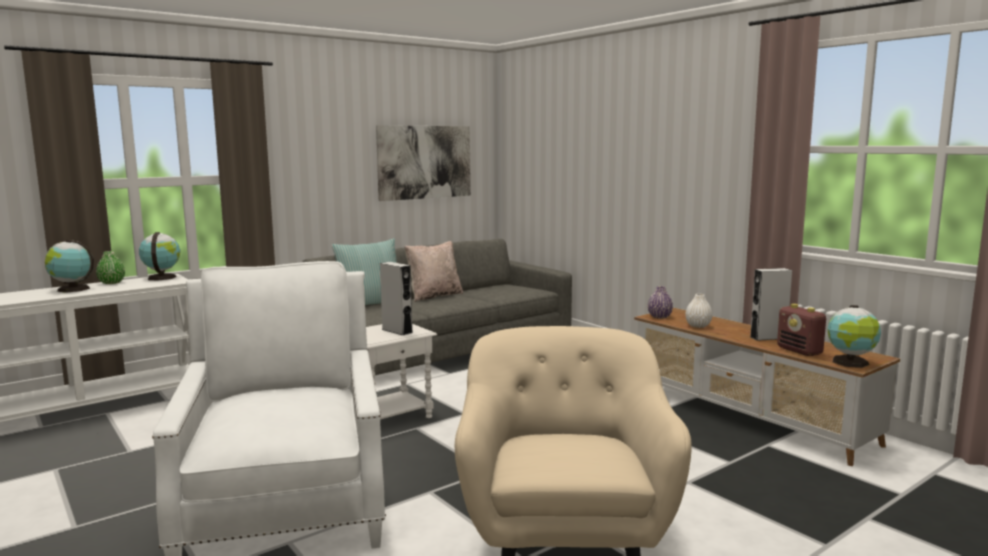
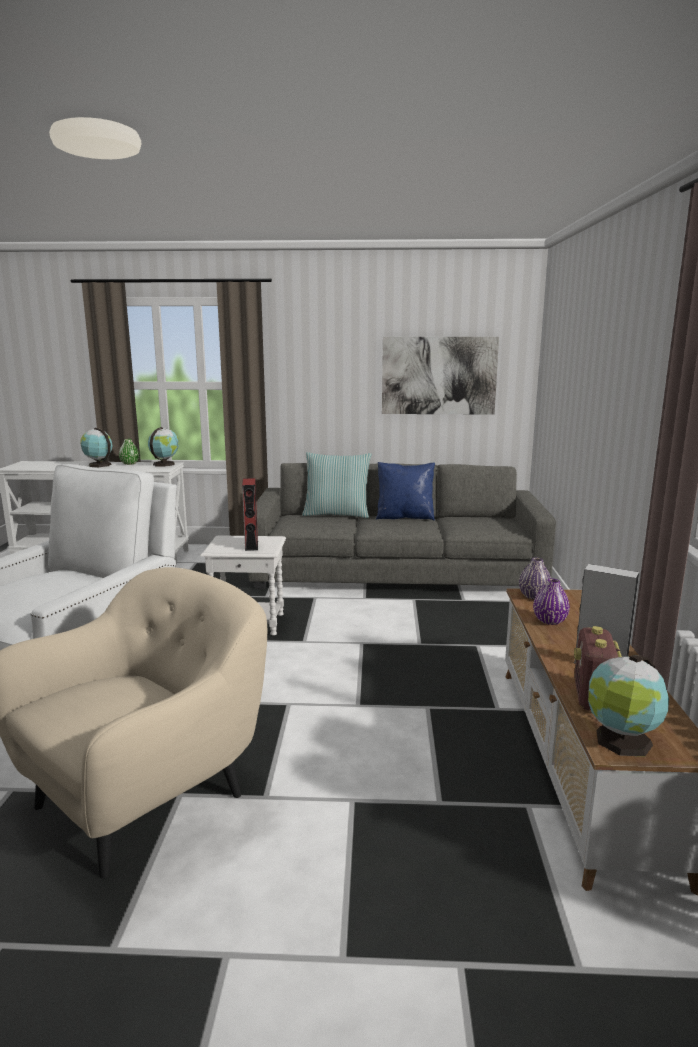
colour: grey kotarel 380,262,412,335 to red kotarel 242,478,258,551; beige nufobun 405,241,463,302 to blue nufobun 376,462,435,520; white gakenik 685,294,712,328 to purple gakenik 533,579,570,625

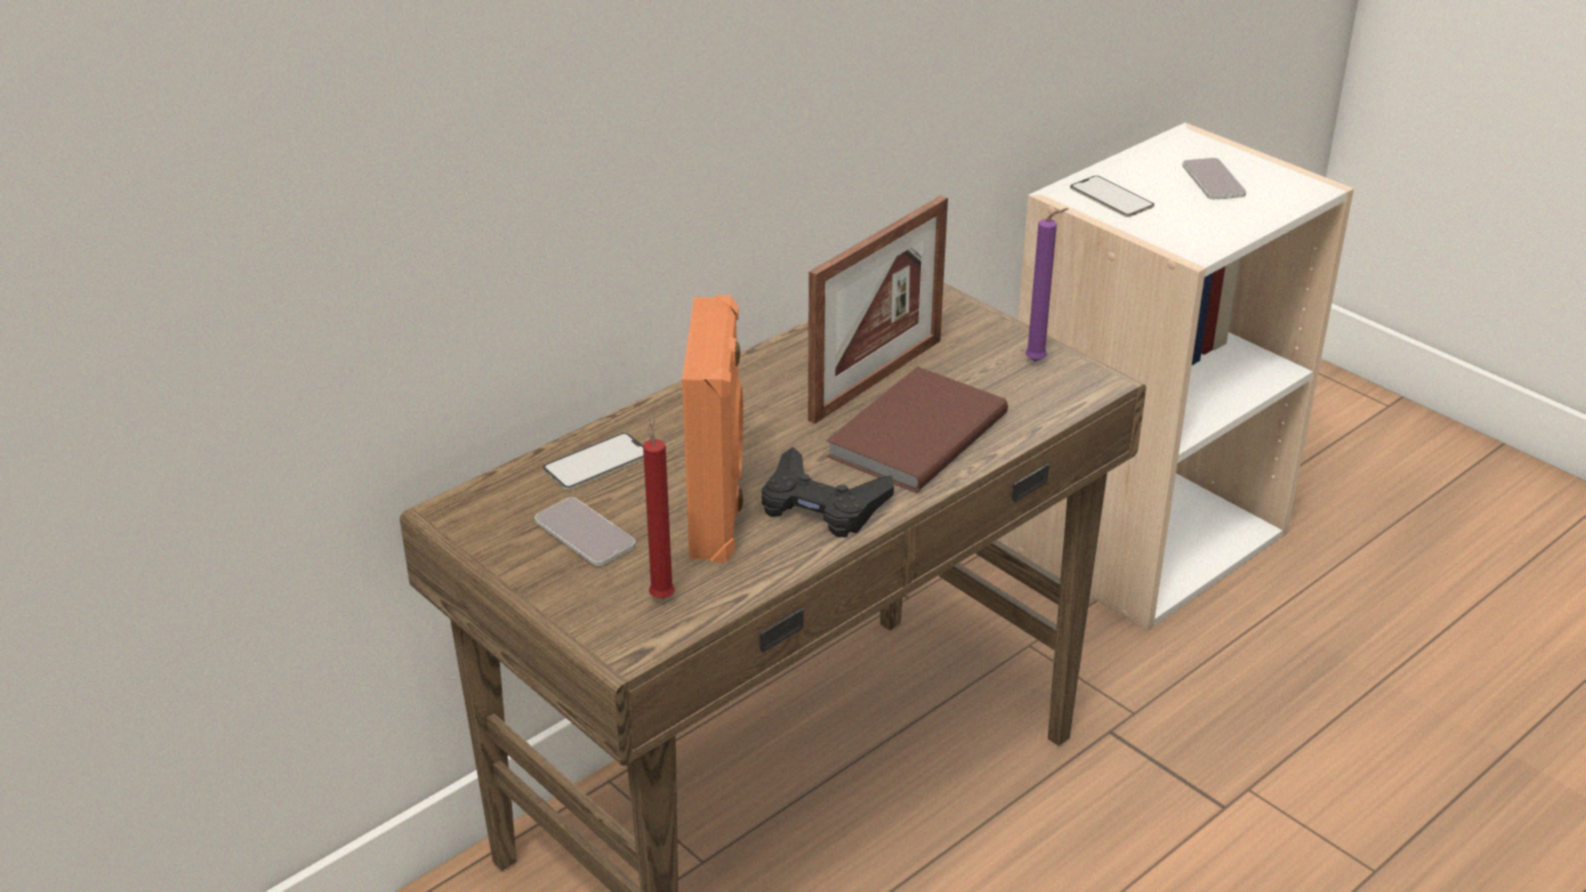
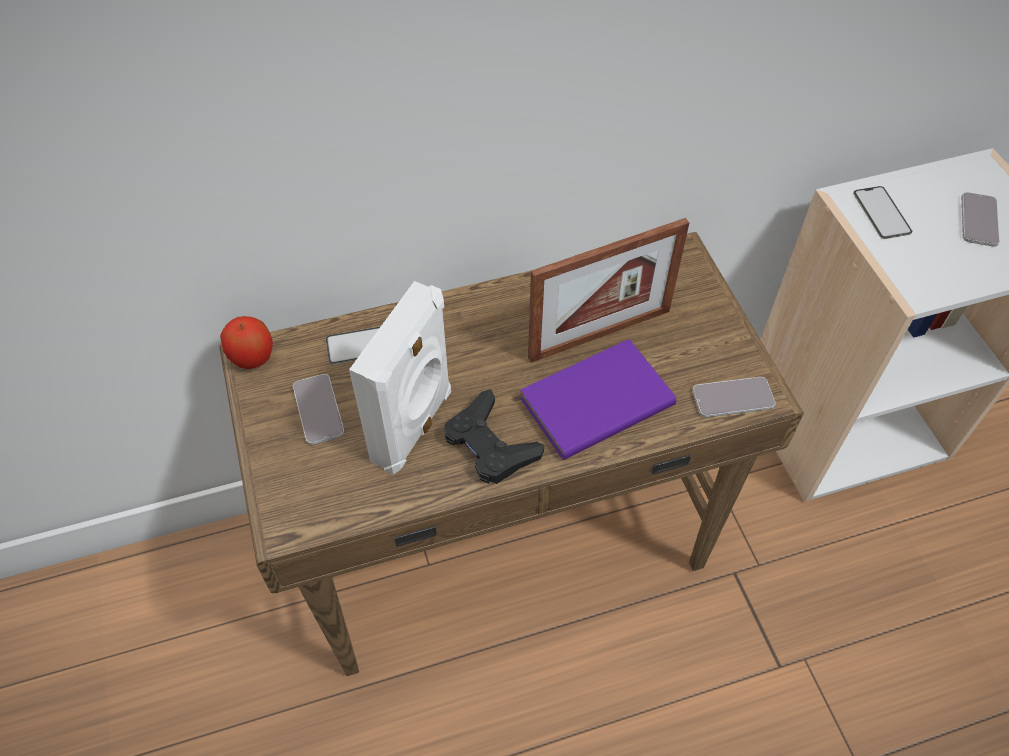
missing: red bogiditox 643,414,675,599; purple bogiditox 1025,208,1068,362
appeared: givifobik 220,316,273,369; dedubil 693,377,775,417
colour: orange kotarel 682,295,743,562 to white kotarel 349,281,451,475; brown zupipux 826,366,1008,493 to purple zupipux 520,339,676,460

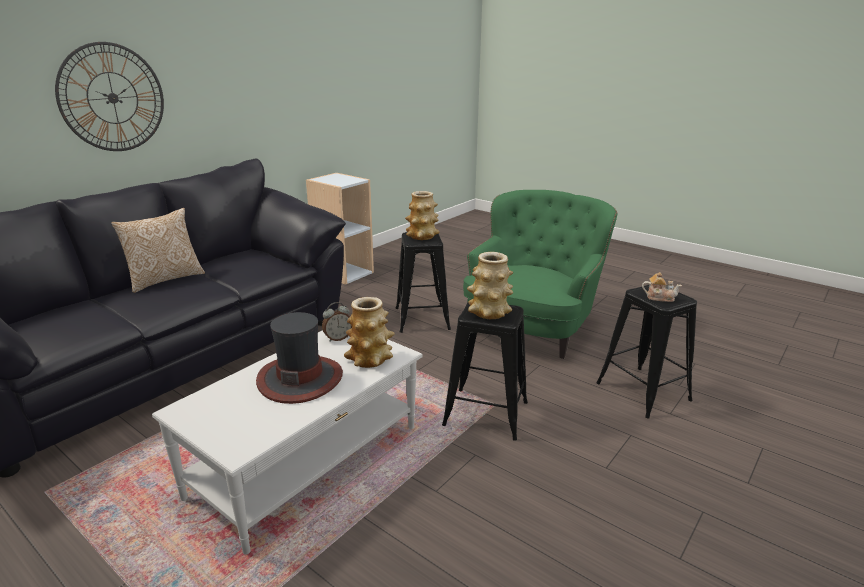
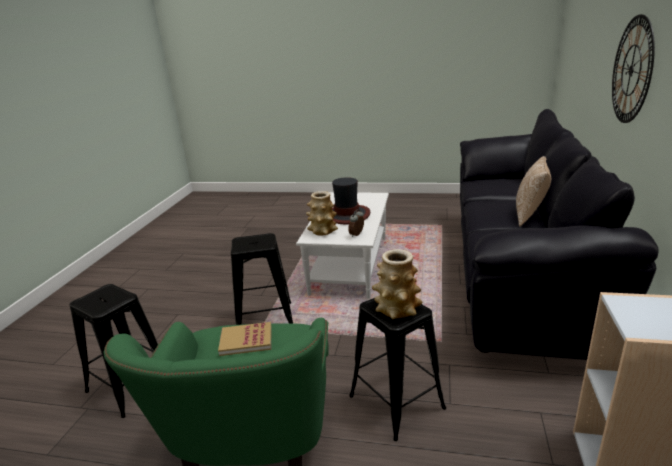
missing: gakenik 467,252,513,319; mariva 642,272,682,302
appeared: zupipux 218,322,272,356

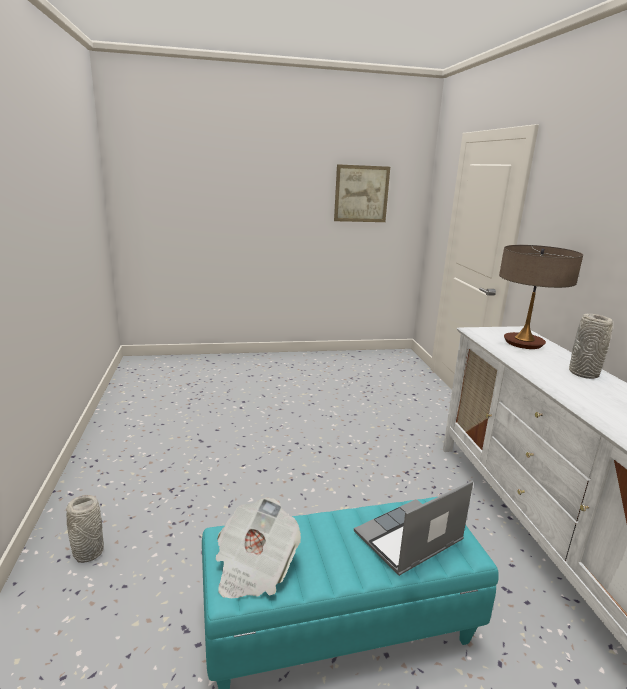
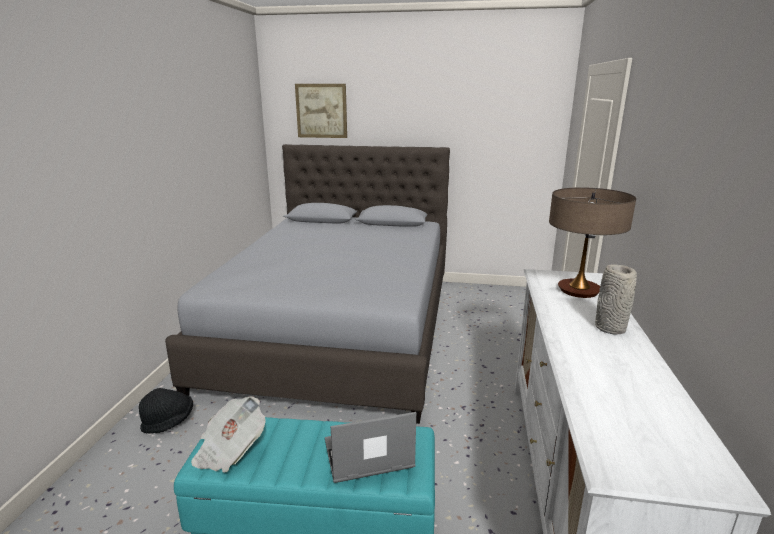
appeared: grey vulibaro 165,144,450,424
relocated: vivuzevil 334,164,390,222 to 295,84,347,138
exchanged: grey gakenik 66,495,104,563 to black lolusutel 139,388,193,434

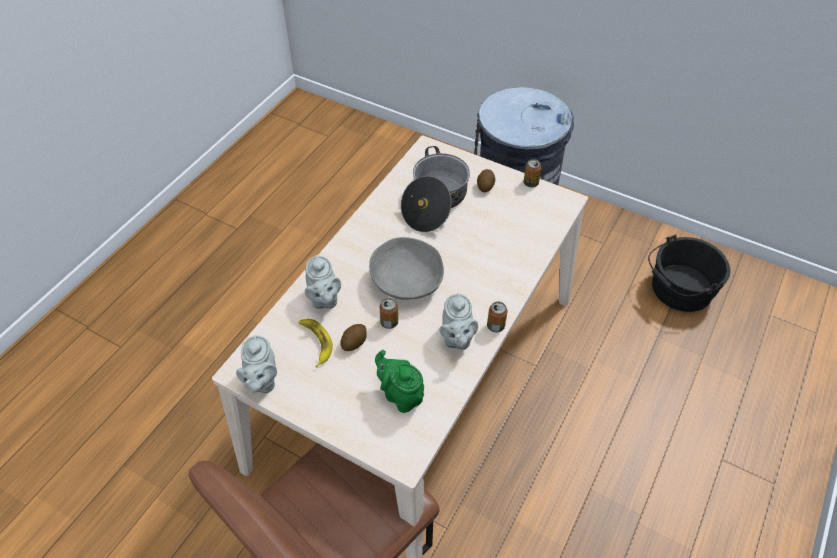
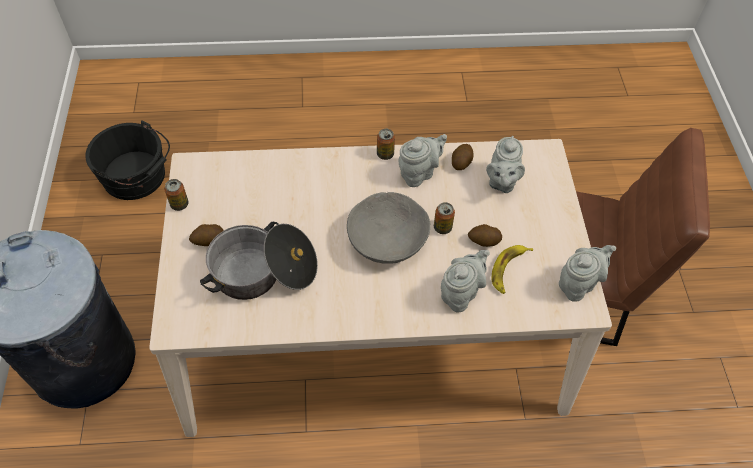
appeared: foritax 452,144,474,170
colour: green mariva 375,350,424,413 to grey mariva 486,136,525,193

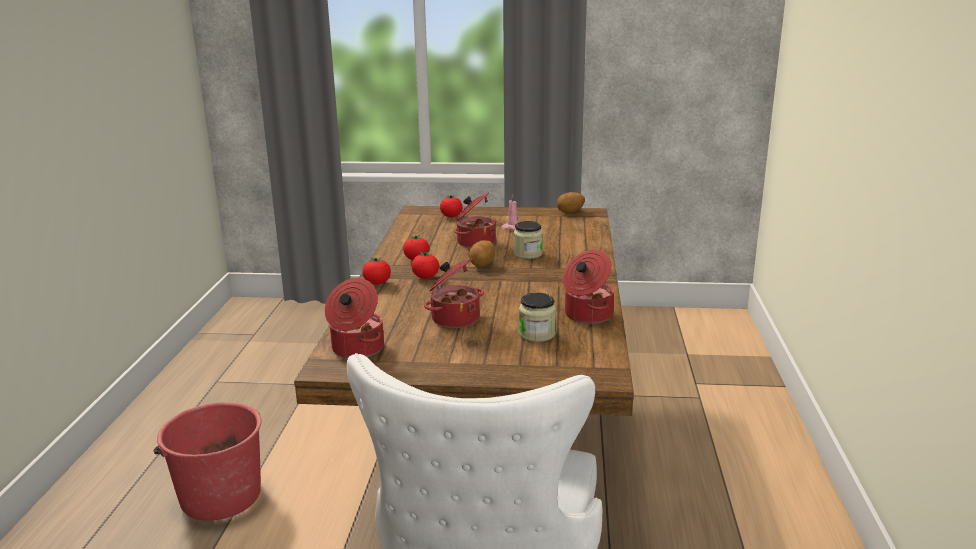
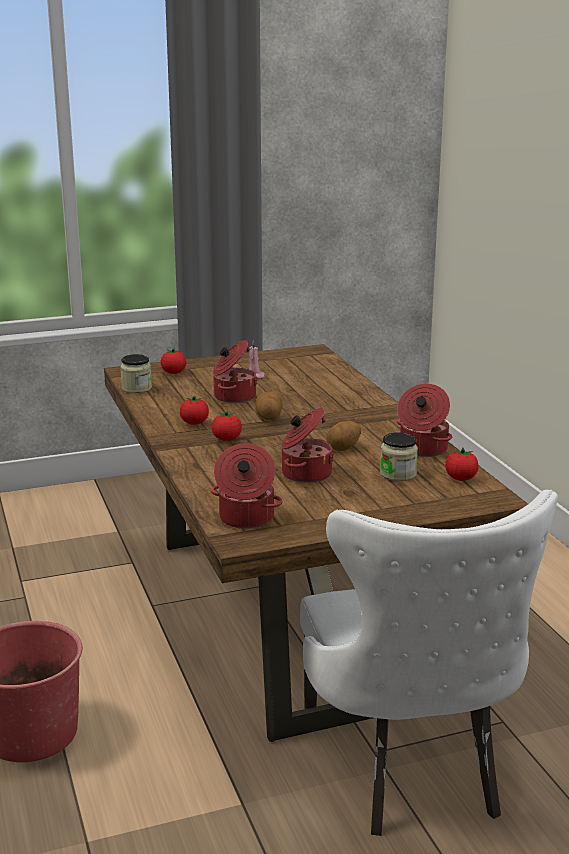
relocated: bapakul 513,221,543,259 to 120,354,152,393; foritax 557,192,585,213 to 326,421,361,451; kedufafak 362,257,391,285 to 445,448,479,481

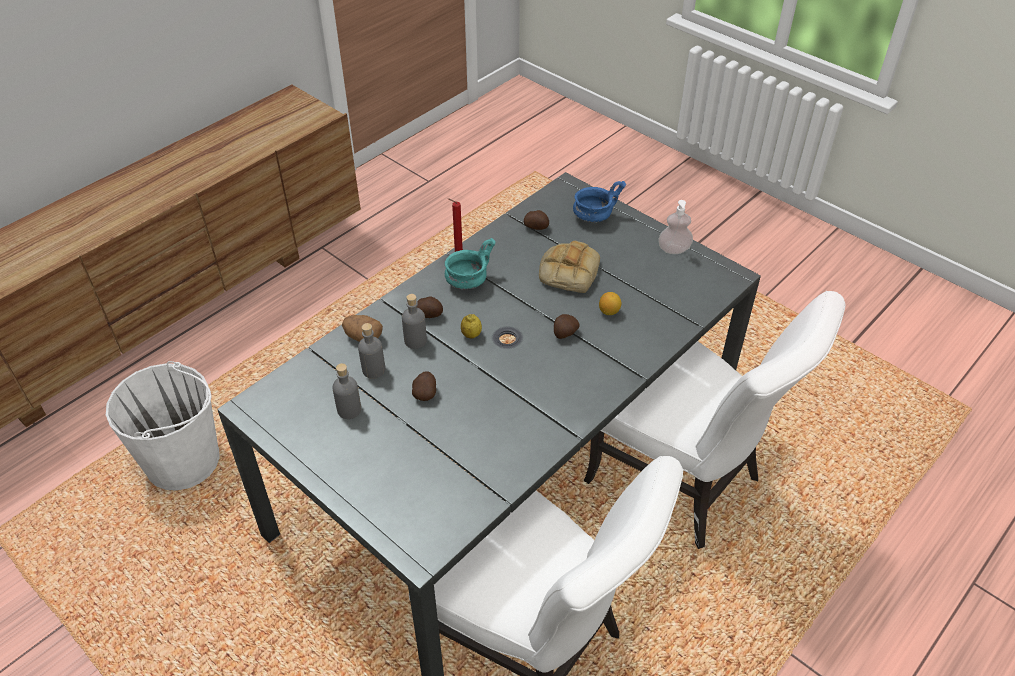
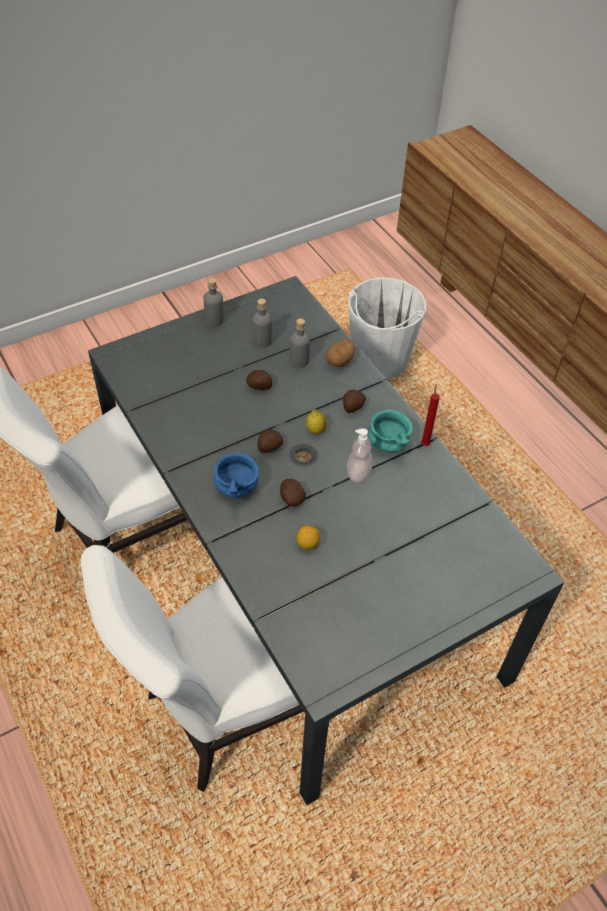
missing: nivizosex 539,241,600,293
relocated: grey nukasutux 402,294,427,349 to 203,278,224,326; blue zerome 573,181,626,223 to 214,453,259,498; foritax 524,210,549,230 to 257,429,283,453; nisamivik 658,200,693,254 to 347,429,373,483

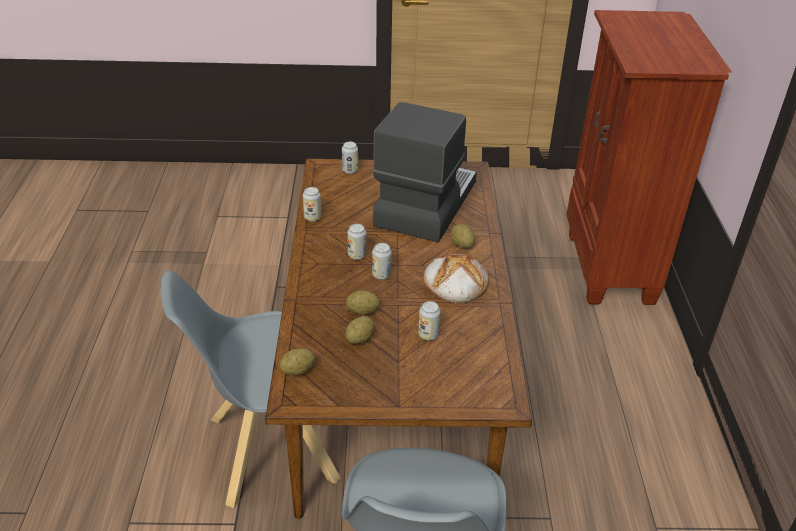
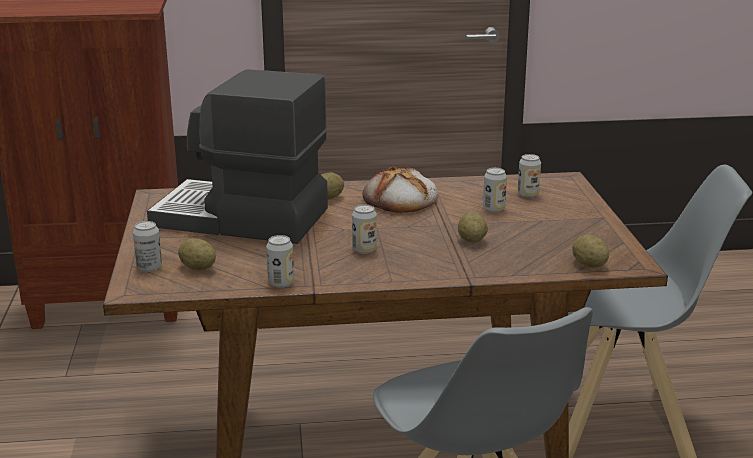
relocated: foritax 345,316,374,344 to 178,238,216,271; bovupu 372,243,392,280 to 518,154,541,197

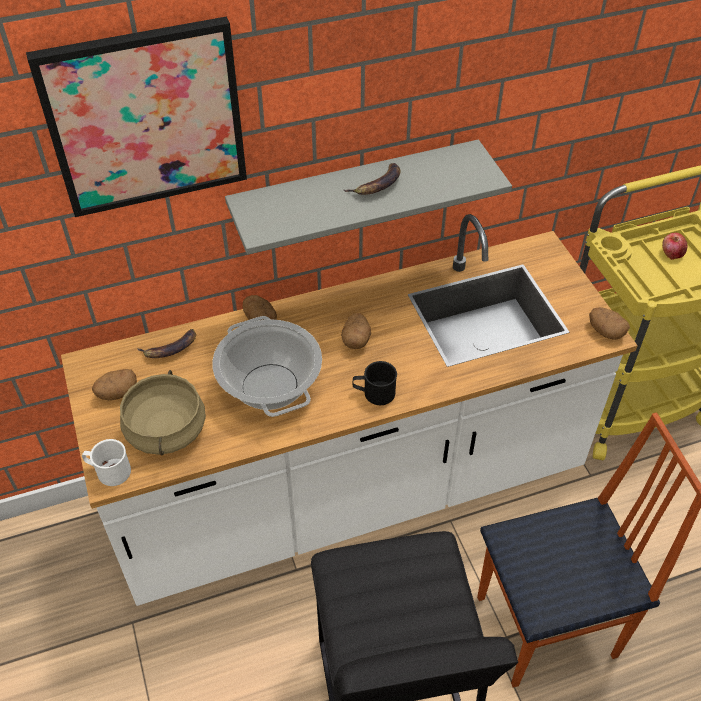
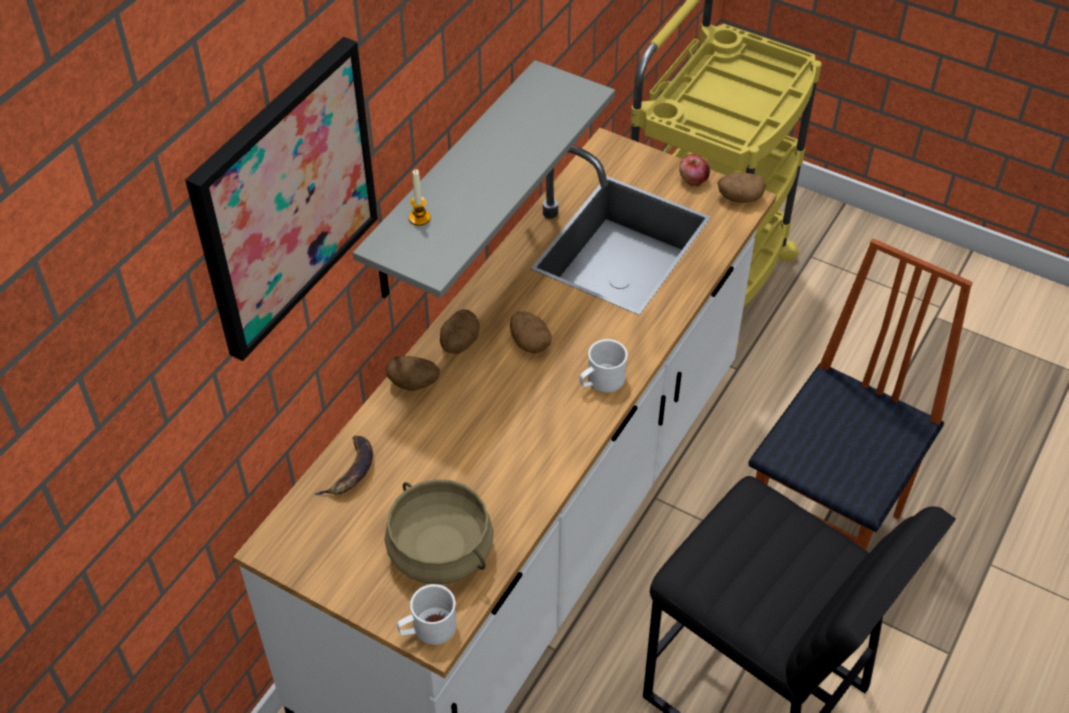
missing: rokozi 212,316,322,417; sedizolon 344,163,401,195
appeared: bogiditox 409,169,431,226
relocated: foritax 92,369,137,400 to 440,309,480,354; givifobik 662,233,688,260 to 679,154,710,187
colour: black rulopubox 353,361,397,405 to white rulopubox 580,339,628,393

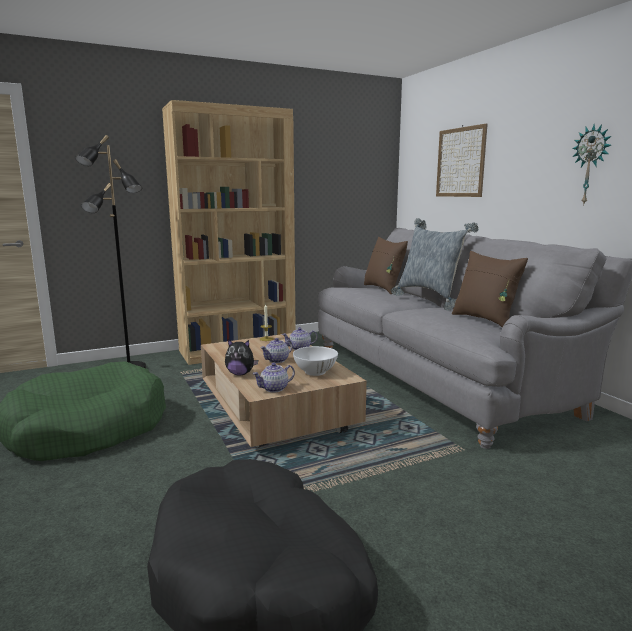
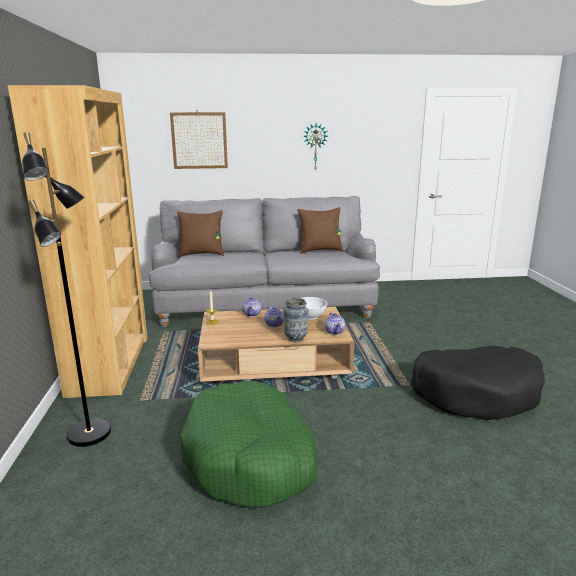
missing: nufobun 390,218,479,311
exchanged: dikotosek 225,339,258,375 to gakenik 283,298,309,343

